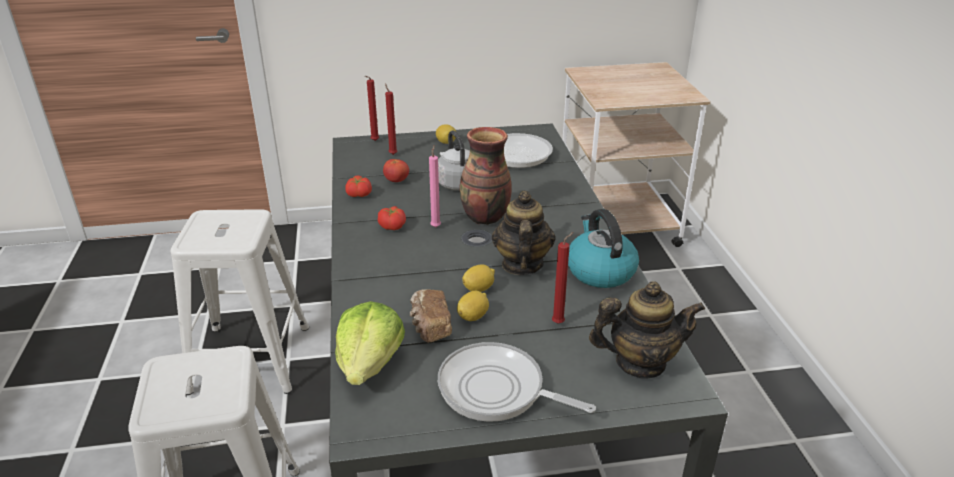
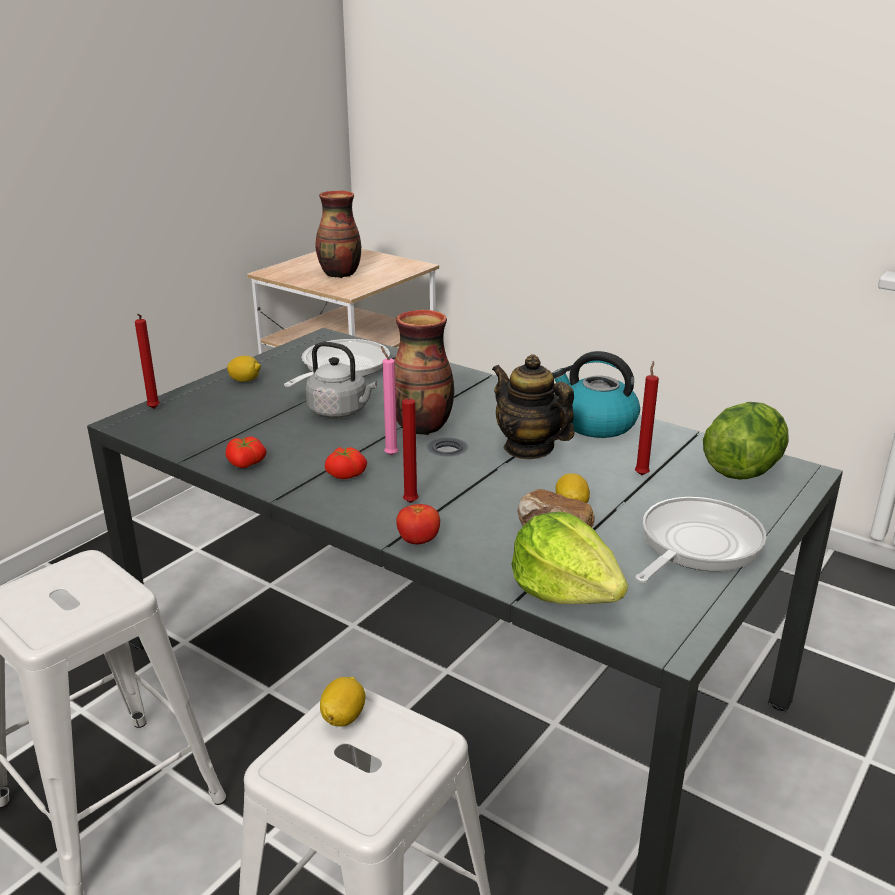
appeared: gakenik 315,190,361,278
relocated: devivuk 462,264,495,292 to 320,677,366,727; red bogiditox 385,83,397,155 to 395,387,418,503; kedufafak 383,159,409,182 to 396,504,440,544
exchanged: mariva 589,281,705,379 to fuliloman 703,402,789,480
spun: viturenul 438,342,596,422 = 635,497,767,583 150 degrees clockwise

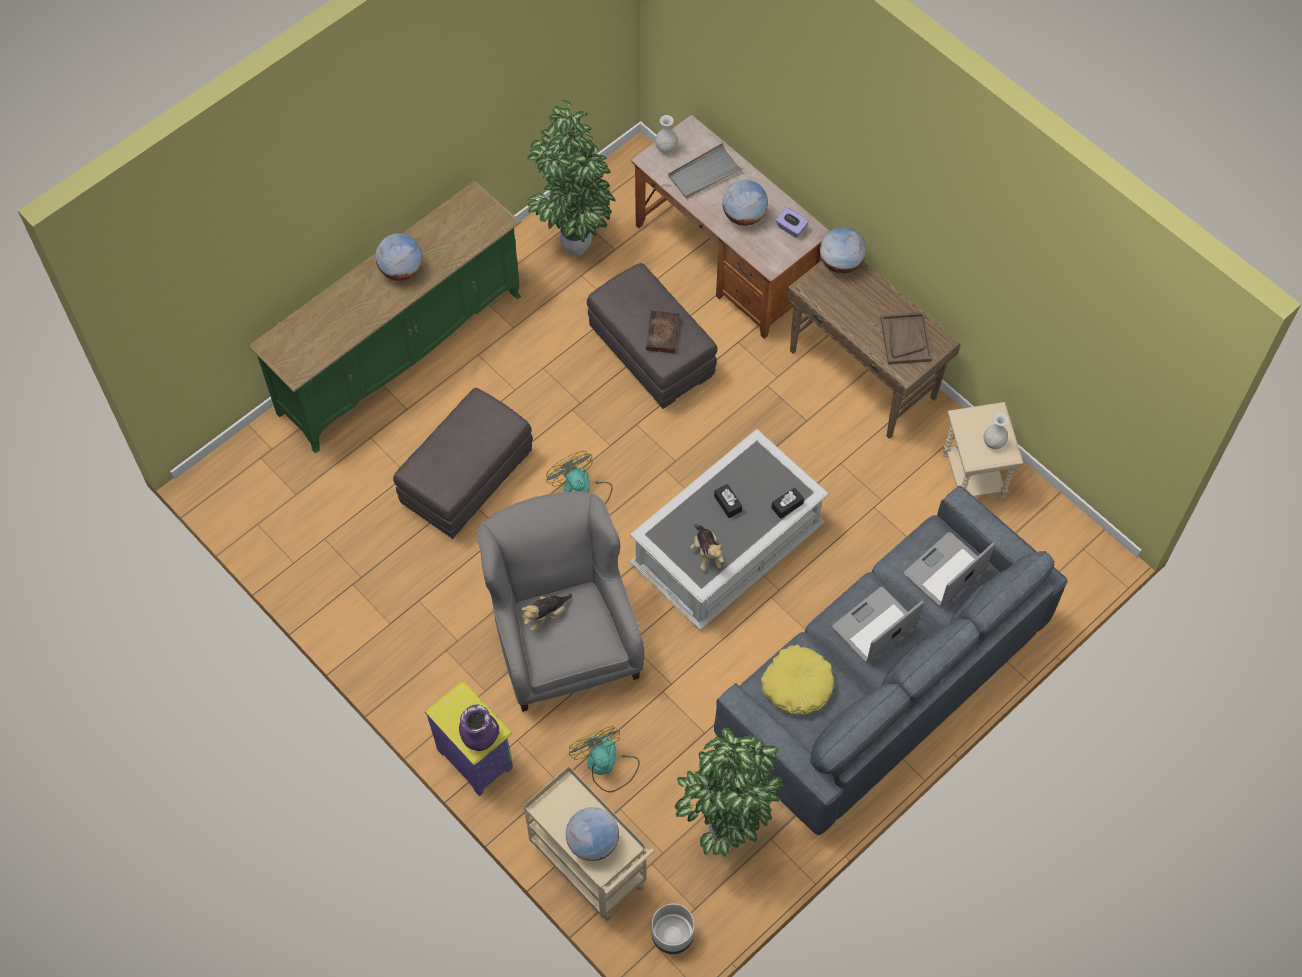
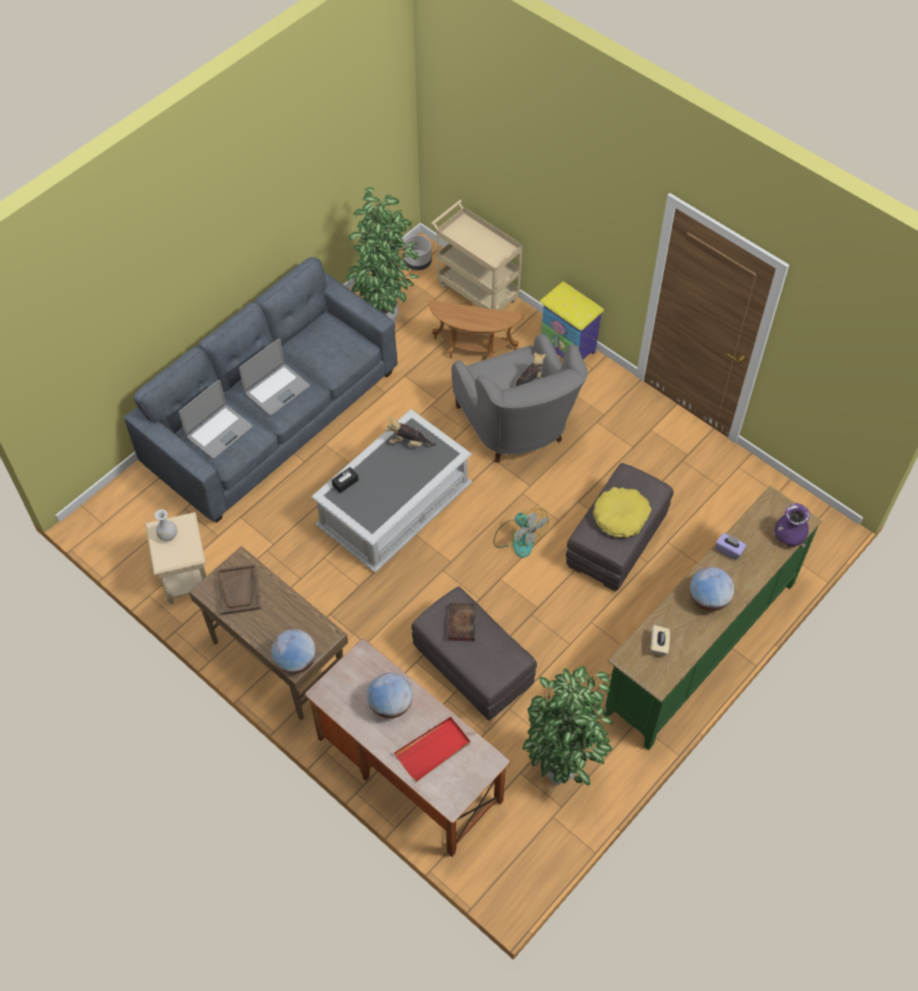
missing: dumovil 566,807,619,861; white gakenik 655,115,678,154; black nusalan 714,484,742,518
appeared: beige nusalan 651,625,670,656
relocated: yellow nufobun 761,645,834,715 to 593,487,651,538; purple nusalan 776,207,809,238 to 716,533,746,560; purple gakenik 459,704,499,751 to 774,503,810,546
exchanged: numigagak 569,726,640,793 to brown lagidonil 428,300,523,359
colour: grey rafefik 668,143,743,199 to red rafefik 394,717,470,782
spun: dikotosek 690,524,724,570 = 384,417,436,447 60 degrees counterclockwise

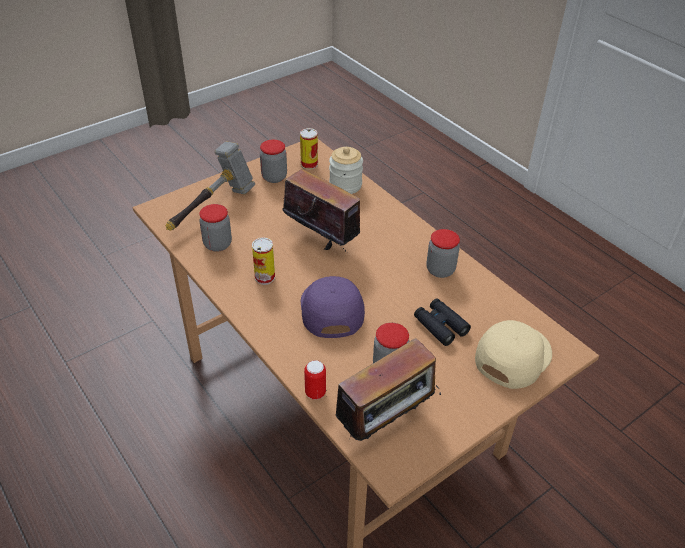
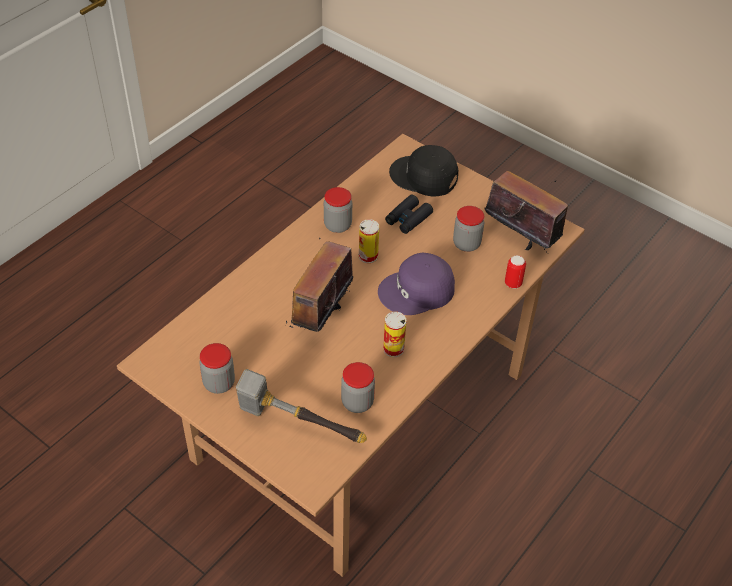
missing: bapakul 329,147,363,194
relocated: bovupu 300,128,318,170 to 359,219,379,263
colour: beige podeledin 475,320,552,389 to black podeledin 389,145,458,196

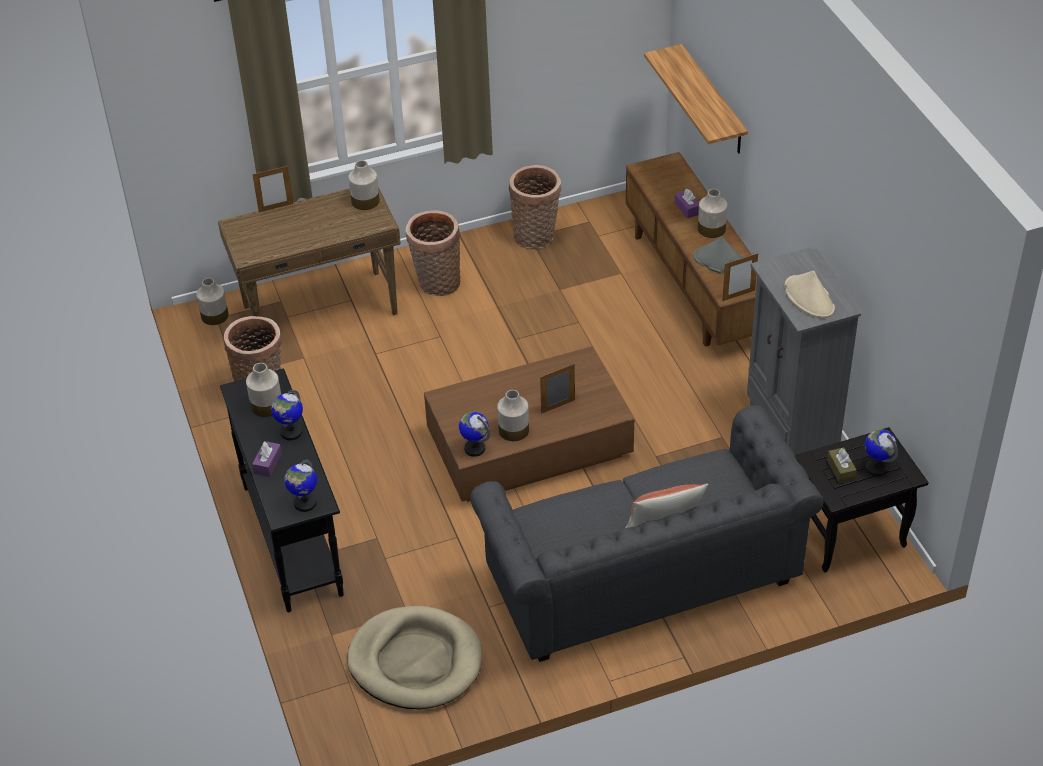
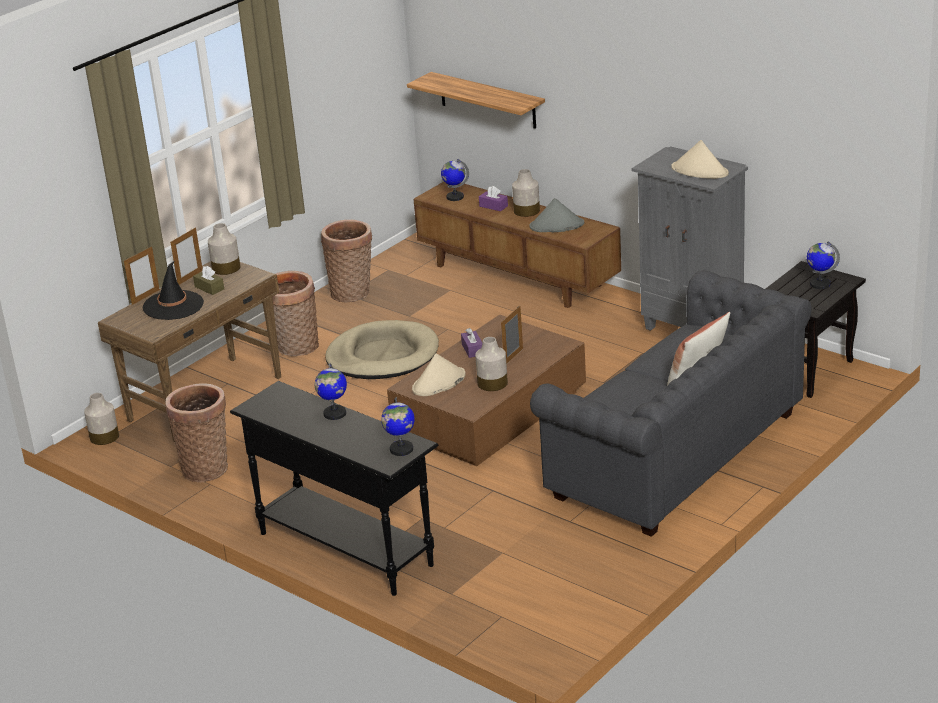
missing: beige gakenik 246,363,281,417
appeared: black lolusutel 143,262,204,320; beige lolusutel 412,353,466,396
relocated: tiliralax 722,253,758,301 to 170,227,203,285; brown nusalan 827,448,857,483 to 193,266,224,295; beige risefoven 347,606,482,709 to 325,320,439,379; dumovil 459,412,490,457 to 441,159,469,201; purple nusalan 252,441,282,477 to 461,328,482,358

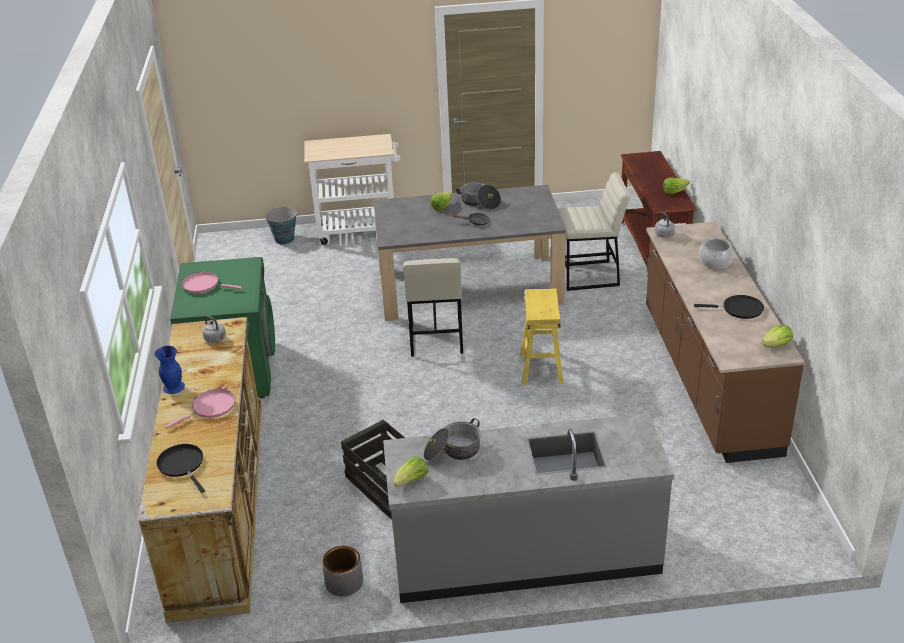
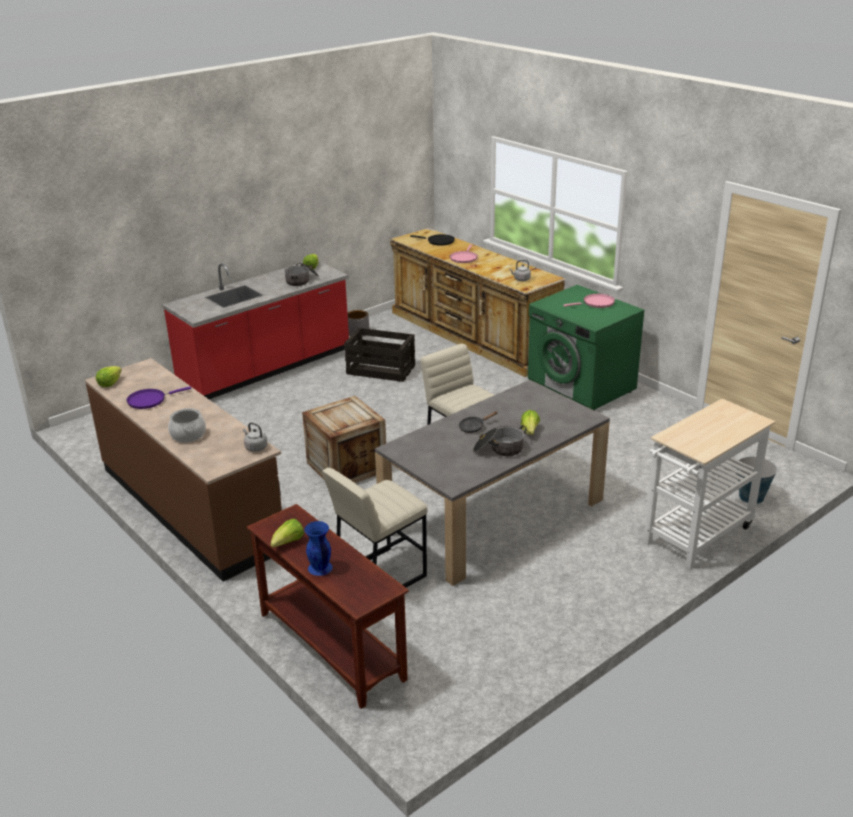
relocated: blue gakenik 155,346,185,394 to 304,521,332,576
exchanged: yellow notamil 521,289,564,385 to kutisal 302,396,386,483
colour: black viturenul 694,295,764,319 to purple viturenul 126,387,191,409; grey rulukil 383,413,674,603 to red rulukil 162,261,349,399

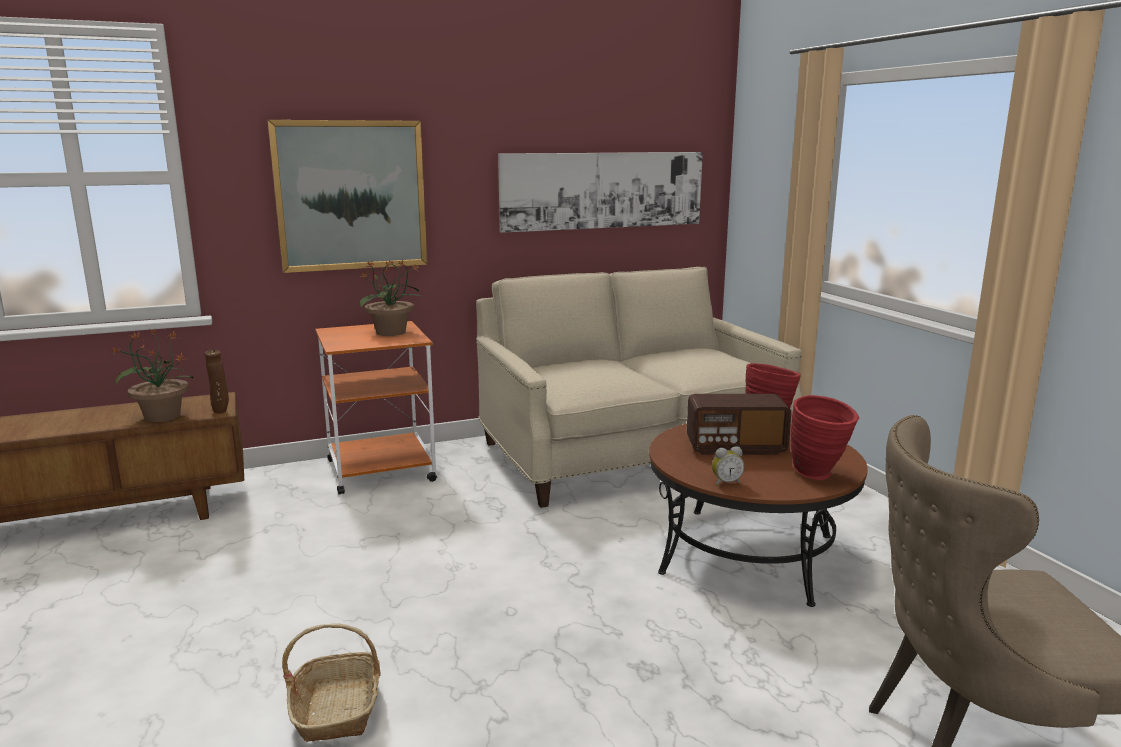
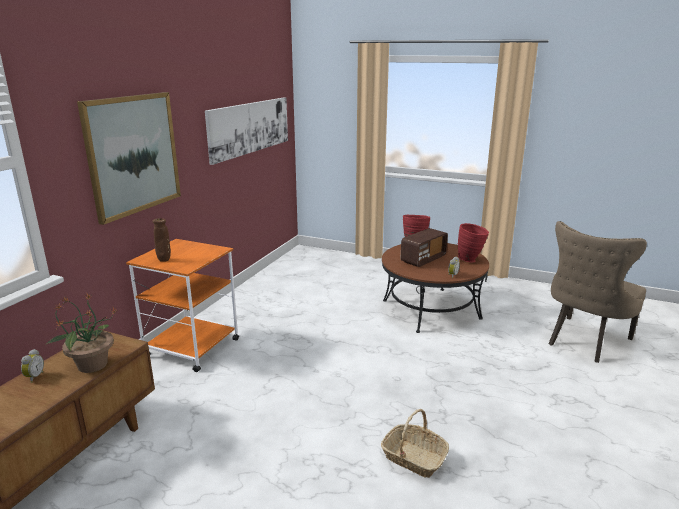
missing: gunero 360,260,423,336; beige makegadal 476,267,802,508
appeared: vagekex 21,349,44,383
relocated: brown gakenik 204,350,229,414 to 152,218,171,262

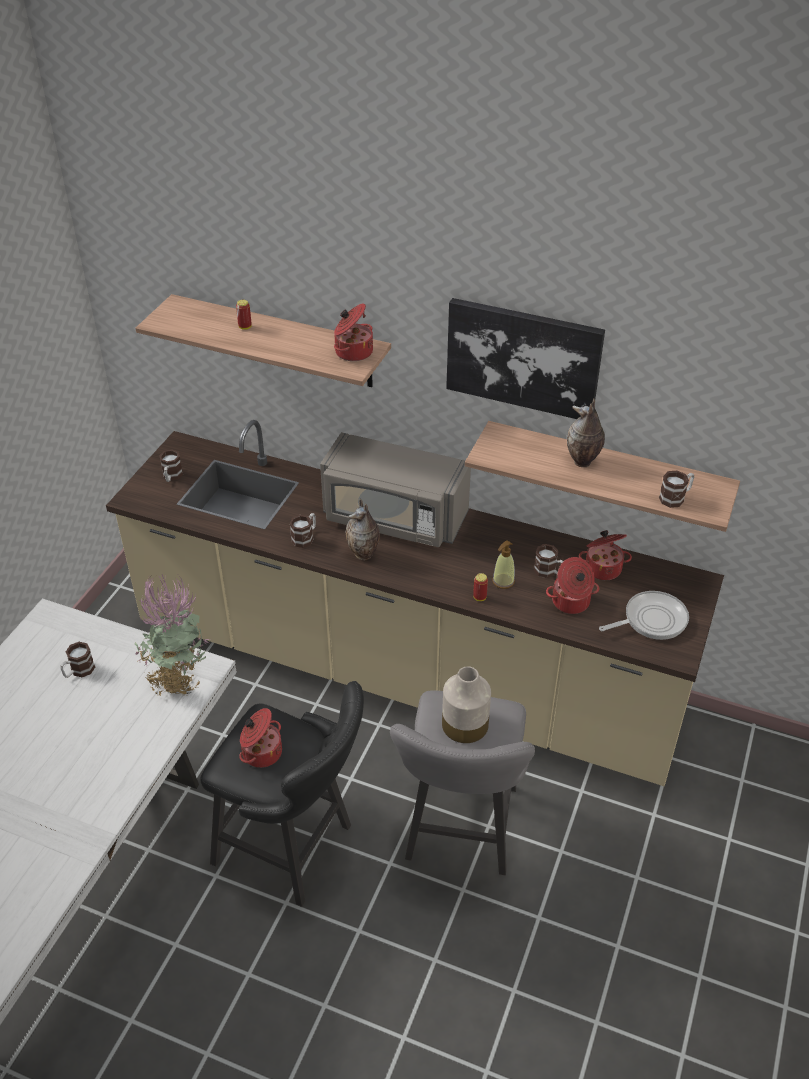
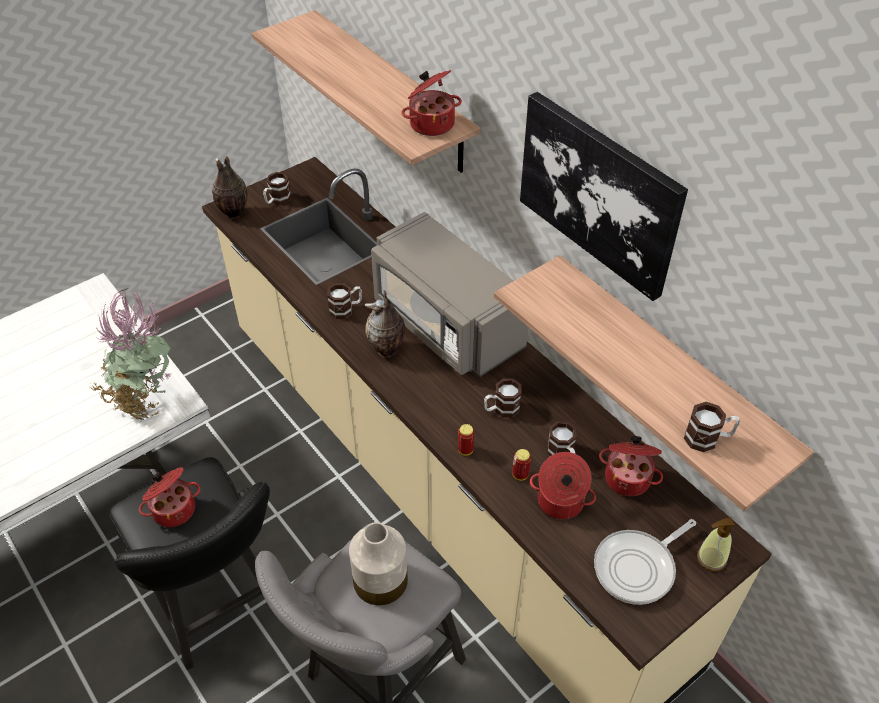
relocated: gakenik 567,398,605,467 to 212,156,248,219; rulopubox 60,642,95,678 to 484,379,522,417; bovupu 236,300,252,330 to 512,449,531,481; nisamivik 492,541,515,589 to 697,517,735,571
spun: viturenul 599,591,689,640 = 594,519,696,605 135 degrees clockwise

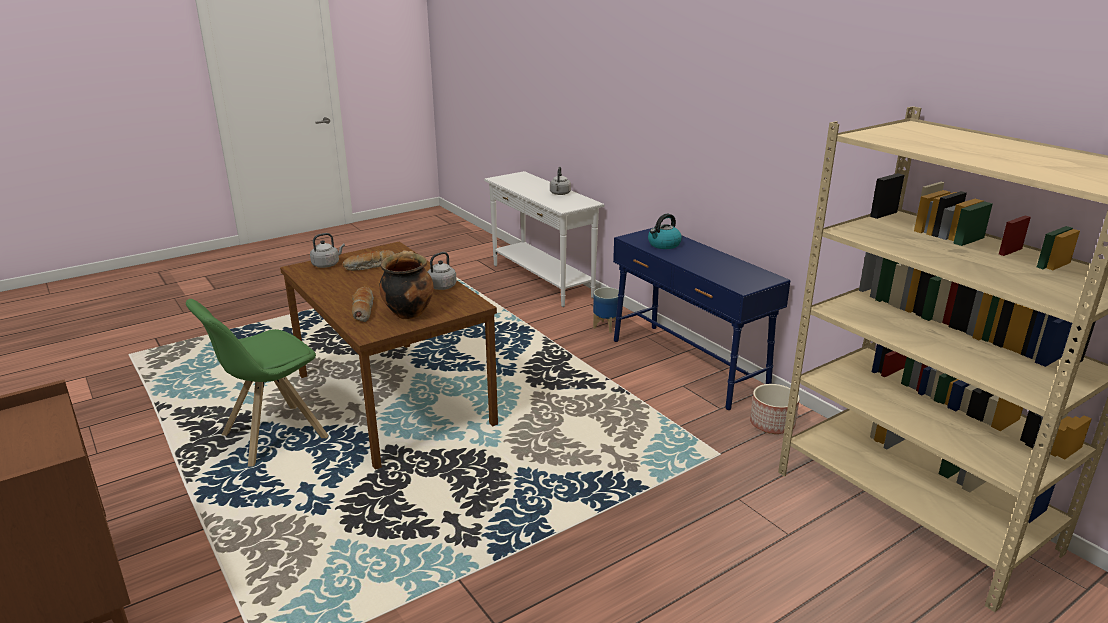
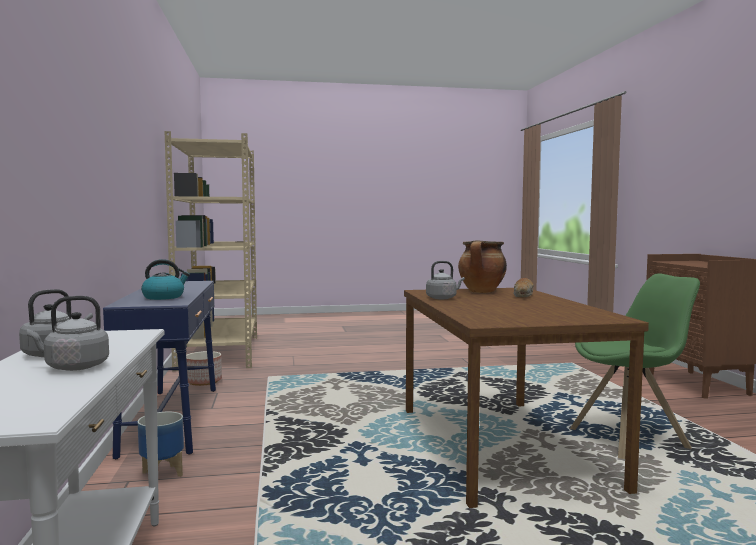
missing: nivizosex 343,250,394,271
relocated: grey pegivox 310,233,345,268 to 27,296,109,371

